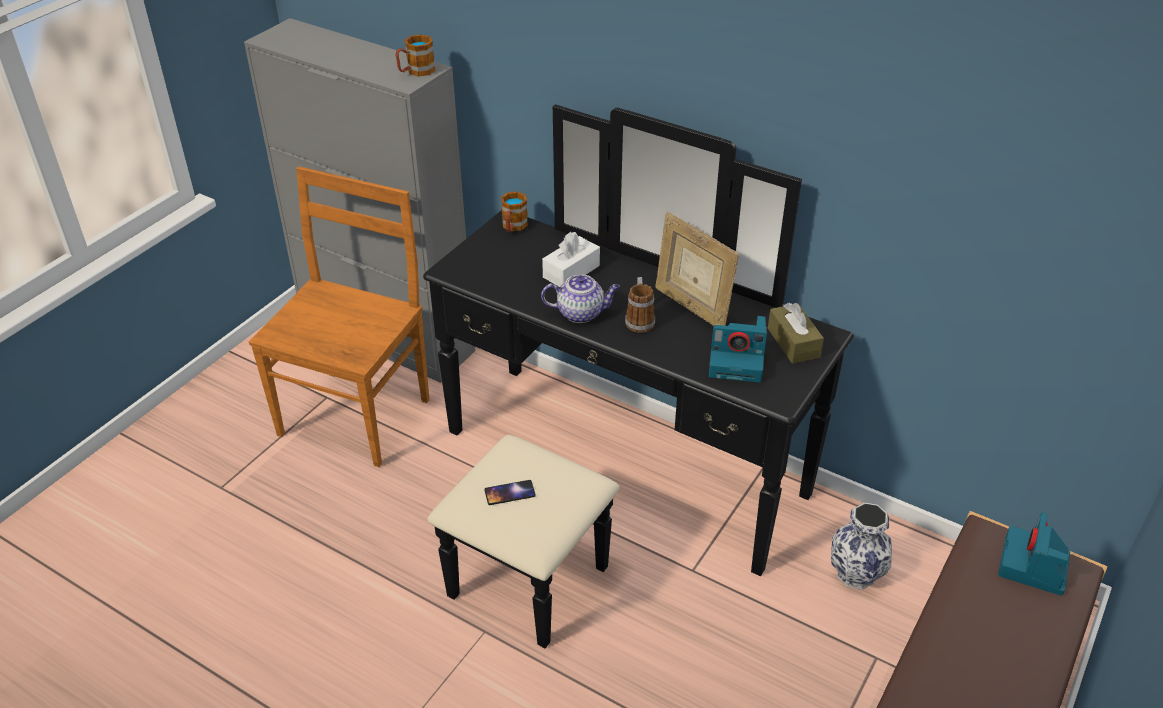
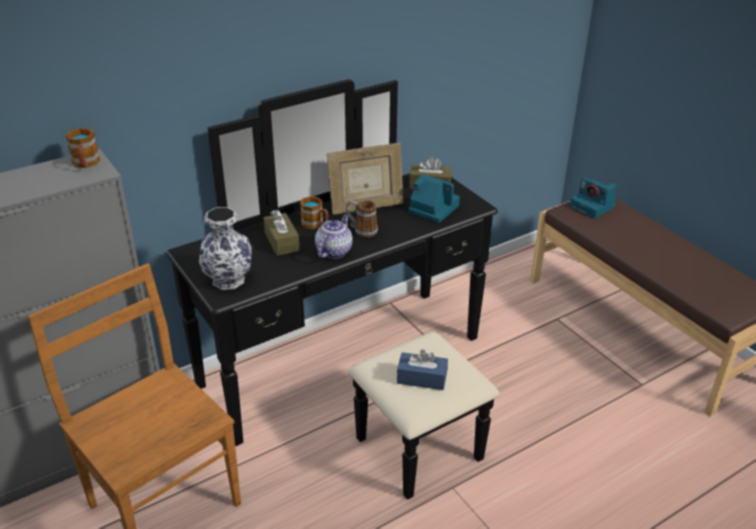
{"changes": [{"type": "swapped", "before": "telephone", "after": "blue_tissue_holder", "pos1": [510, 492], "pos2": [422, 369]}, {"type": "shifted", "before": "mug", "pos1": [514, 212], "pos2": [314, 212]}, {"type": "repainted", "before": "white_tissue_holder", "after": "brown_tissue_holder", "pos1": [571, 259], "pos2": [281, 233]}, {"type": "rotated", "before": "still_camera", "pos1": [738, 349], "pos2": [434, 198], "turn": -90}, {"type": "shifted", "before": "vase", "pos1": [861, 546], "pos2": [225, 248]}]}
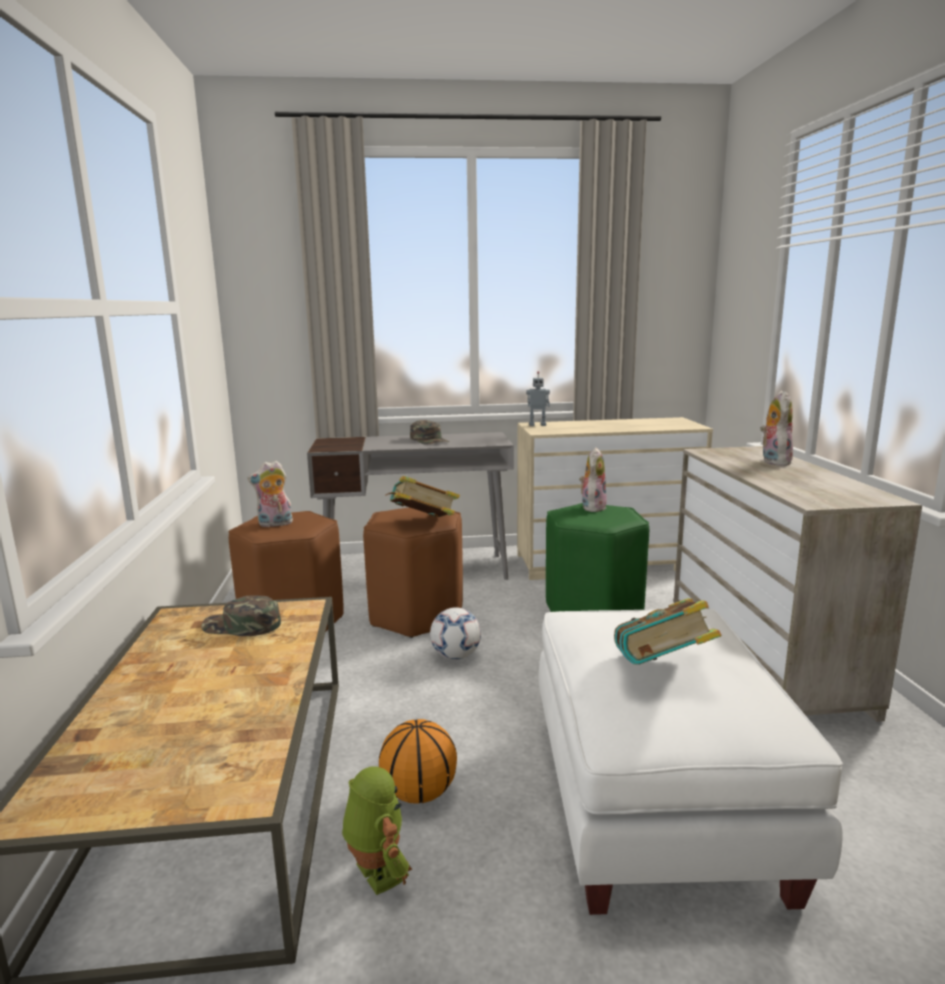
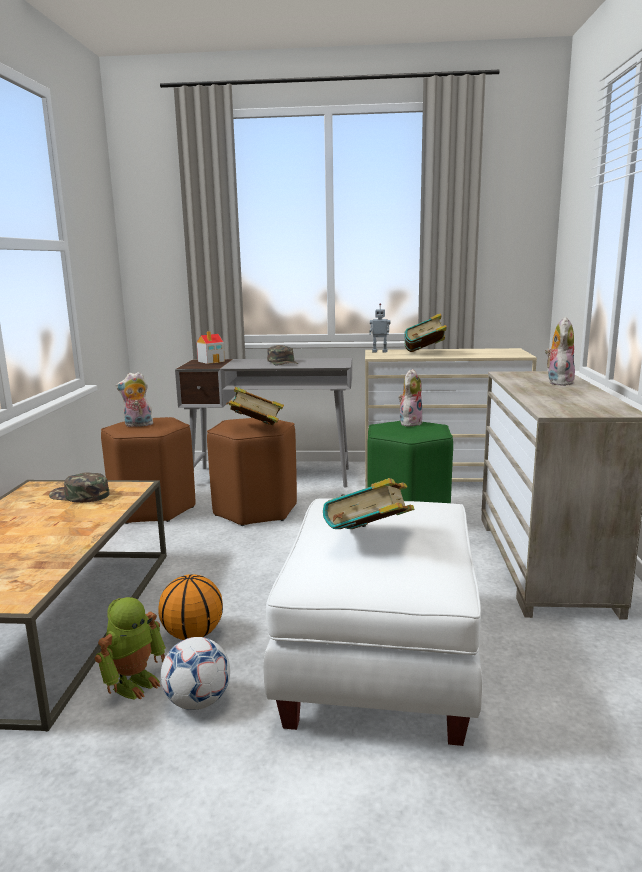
{"changes": [{"type": "rotated", "before": "toy_robot", "pos1": [377, 831], "pos2": [130, 648], "turn": 60}, {"type": "shifted", "before": "ball_for_football", "pos1": [455, 634], "pos2": [195, 673]}, {"type": "new", "after": "model_house", "pos2": [211, 347]}, {"type": "new", "after": "book", "pos2": [425, 332]}]}
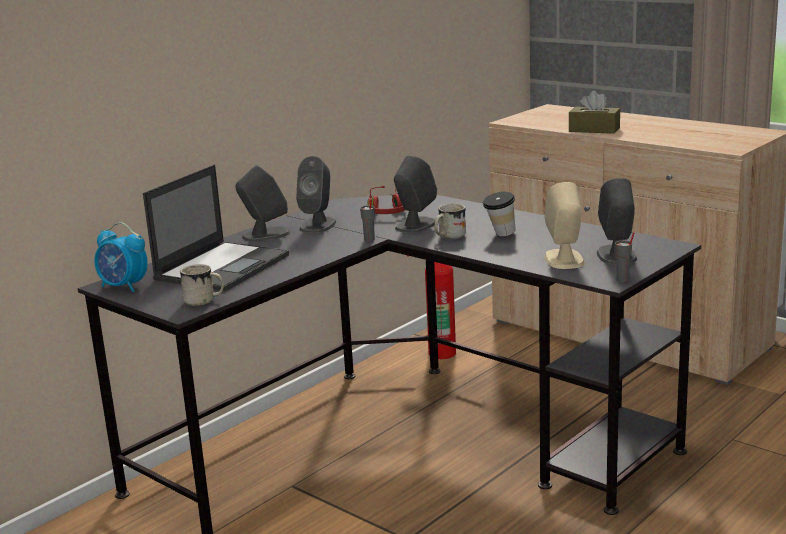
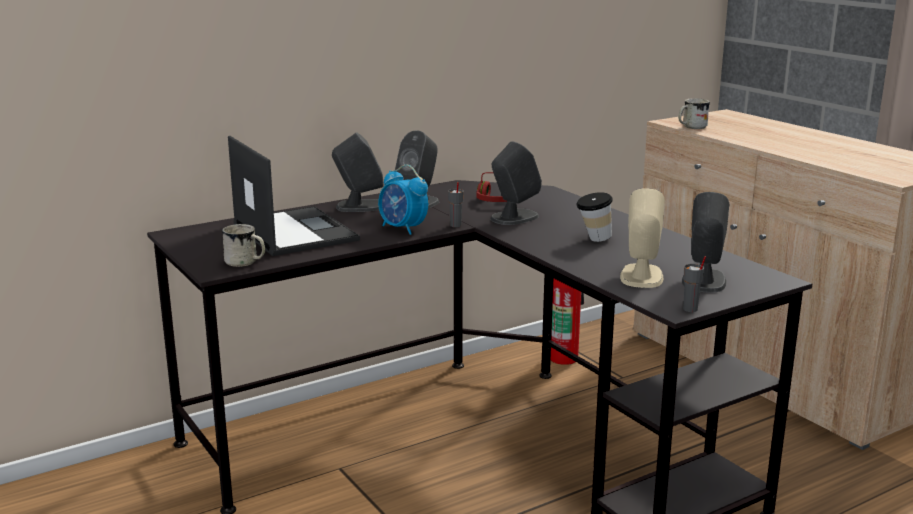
{"changes": [{"type": "shifted", "before": "bedside_clock", "pos1": [121, 257], "pos2": [403, 200]}, {"type": "rotated", "before": "laptop", "pos1": [216, 228], "pos2": [294, 196], "turn": -75}, {"type": "shifted", "before": "white_mug", "pos1": [450, 222], "pos2": [694, 113]}, {"type": "gone", "before": "brown_tissue_holder", "pos1": [594, 112]}]}
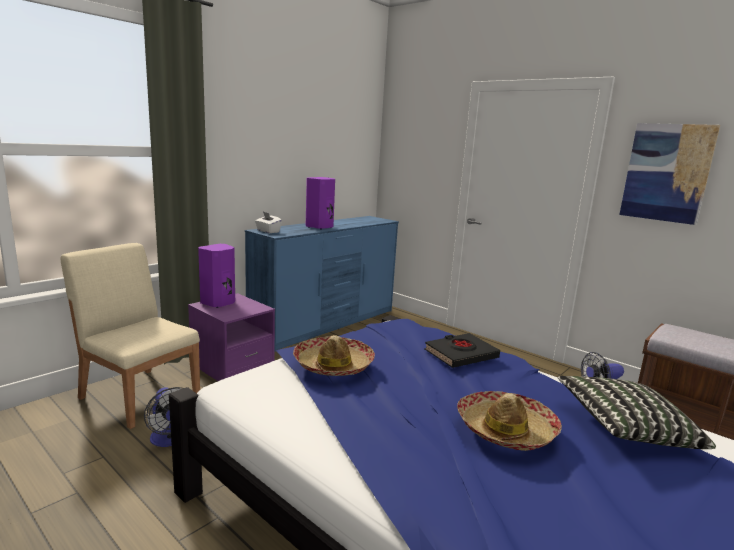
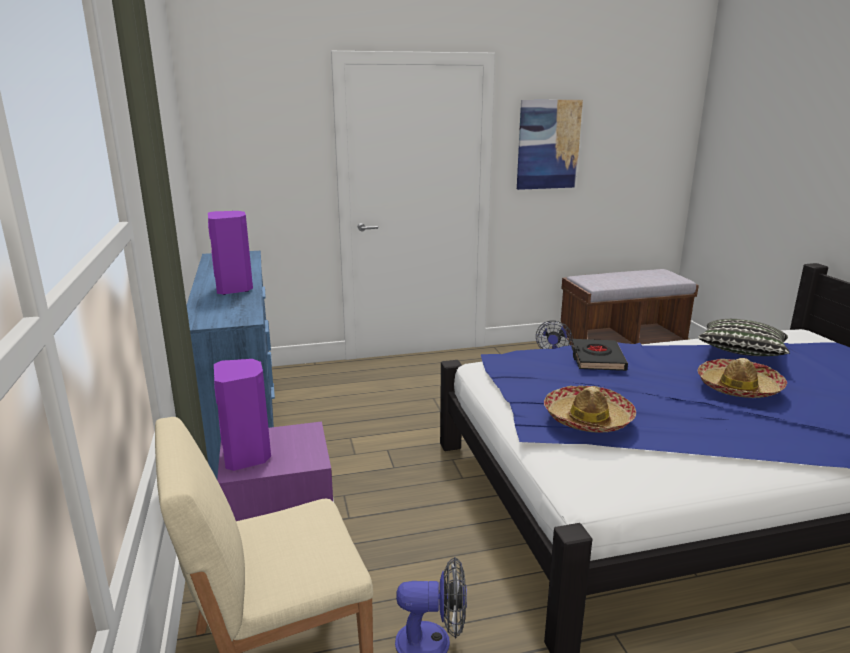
{"changes": [{"type": "gone", "before": "white_tissue_holder", "pos1": [268, 222]}]}
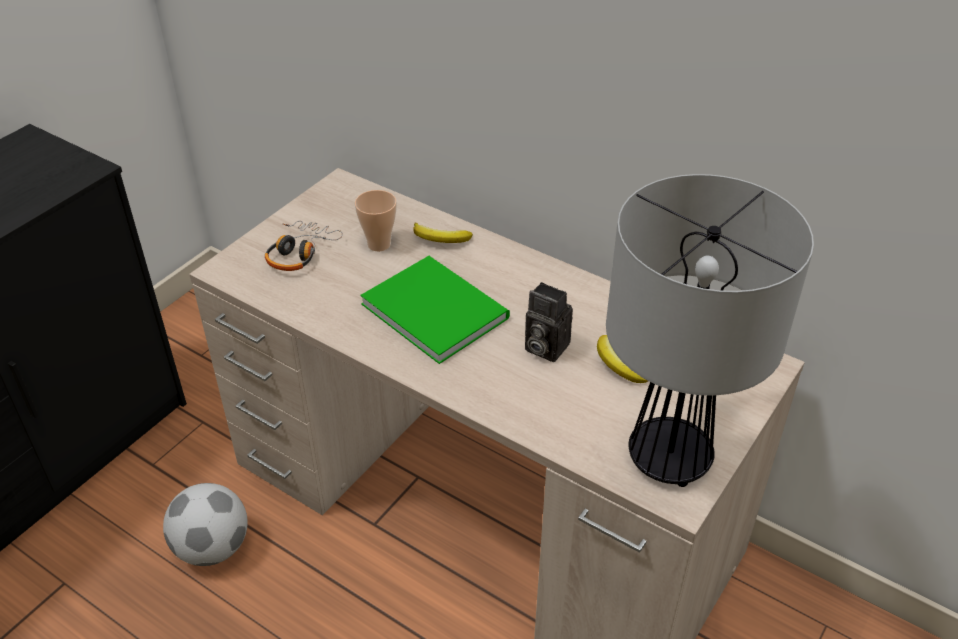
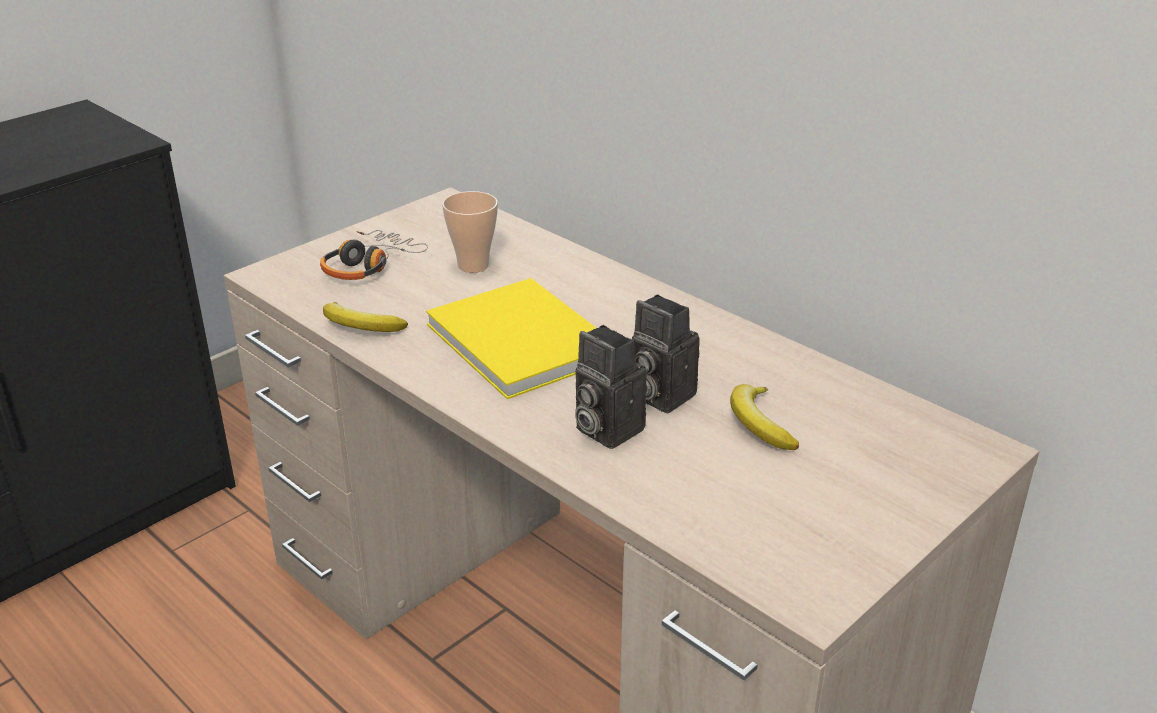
{"changes": [{"type": "gone", "before": "ball_for_football", "pos1": [205, 524]}, {"type": "repainted", "before": "greenish_book", "after": "yellow_book", "pos1": [435, 310], "pos2": [511, 338]}, {"type": "shifted", "before": "banana", "pos1": [443, 233], "pos2": [365, 317]}, {"type": "gone", "before": "table_lamp", "pos1": [710, 330]}, {"type": "new", "after": "still_camera", "pos2": [611, 387]}]}
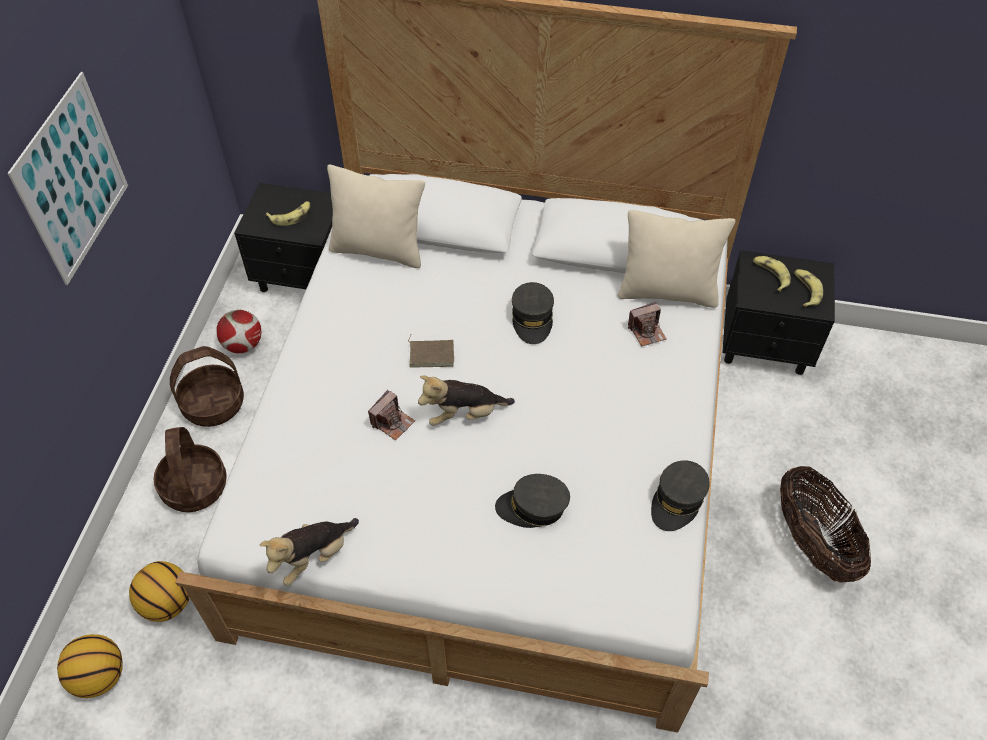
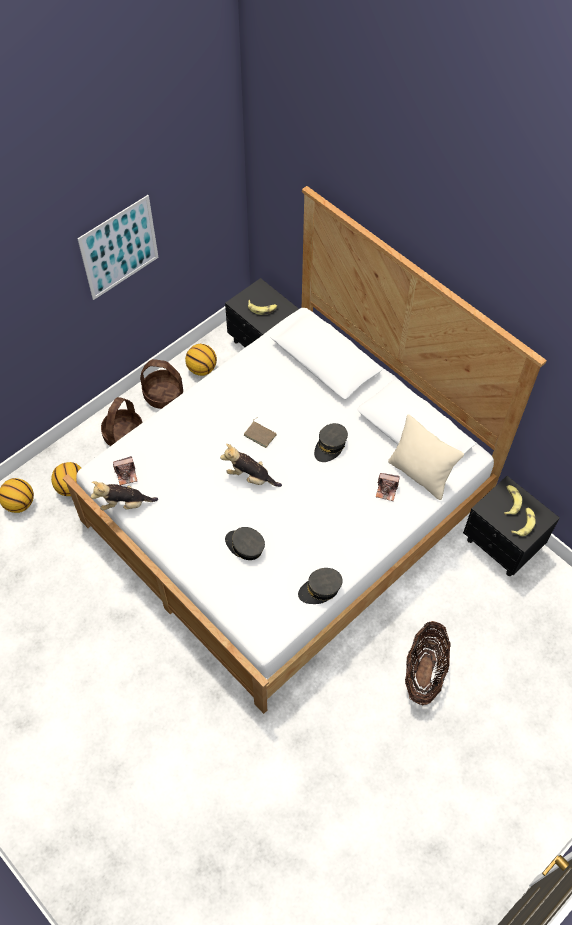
{"changes": [{"type": "swapped", "before": "ball_for_football", "after": "ball_for_basketball", "pos1": [238, 331], "pos2": [201, 360]}, {"type": "gone", "before": "beige_pillow", "pos1": [376, 216]}, {"type": "shifted", "before": "still_camera", "pos1": [391, 415], "pos2": [125, 470]}]}
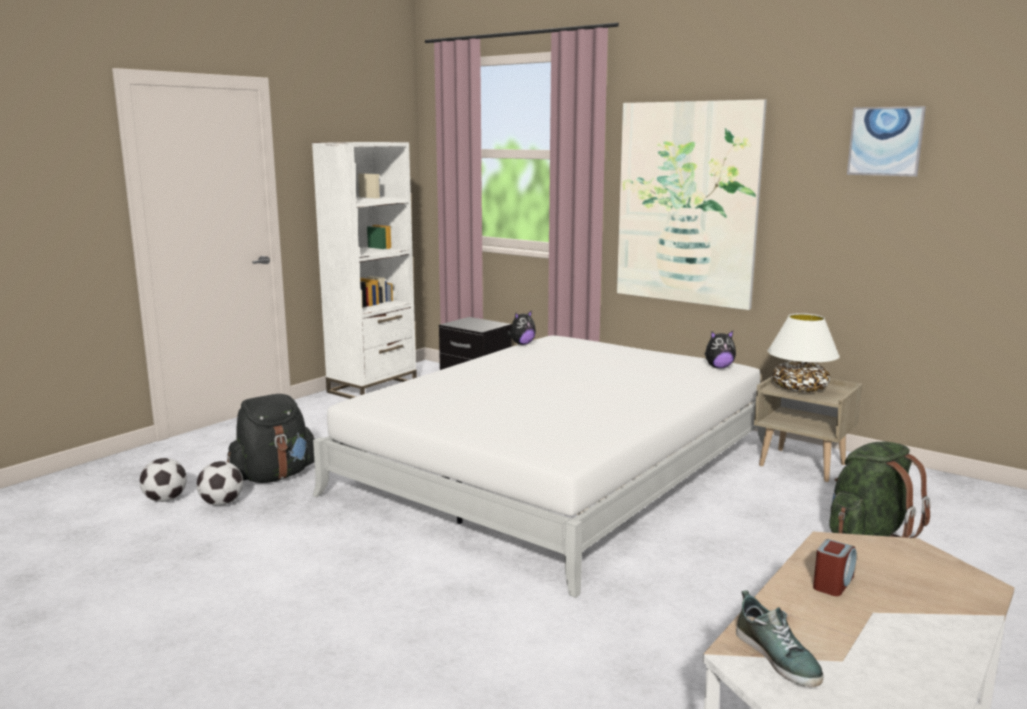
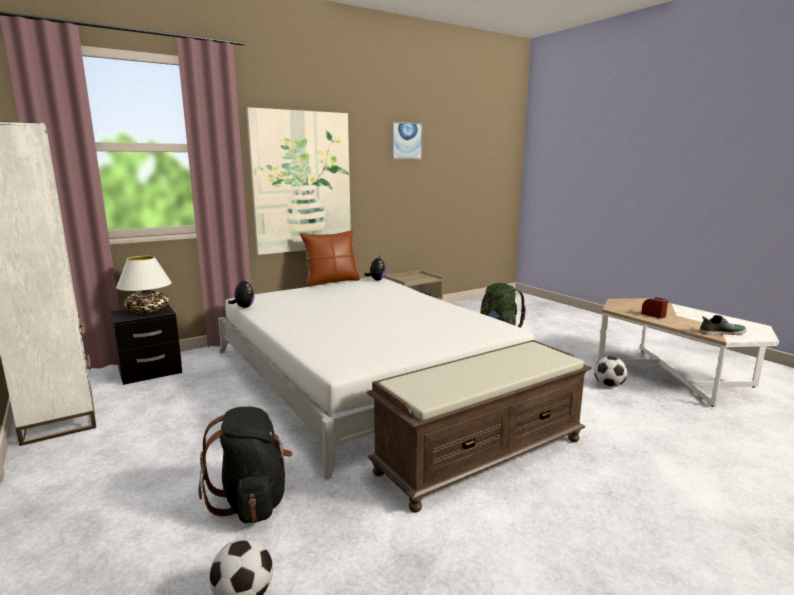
{"changes": [{"type": "shifted", "before": "ball_for_football", "pos1": [220, 483], "pos2": [611, 371]}, {"type": "shifted", "before": "white_table_lamp", "pos1": [804, 352], "pos2": [144, 284]}, {"type": "new", "after": "brown_pillow", "pos2": [330, 258]}, {"type": "new", "after": "brown_long_seat", "pos2": [479, 426]}]}
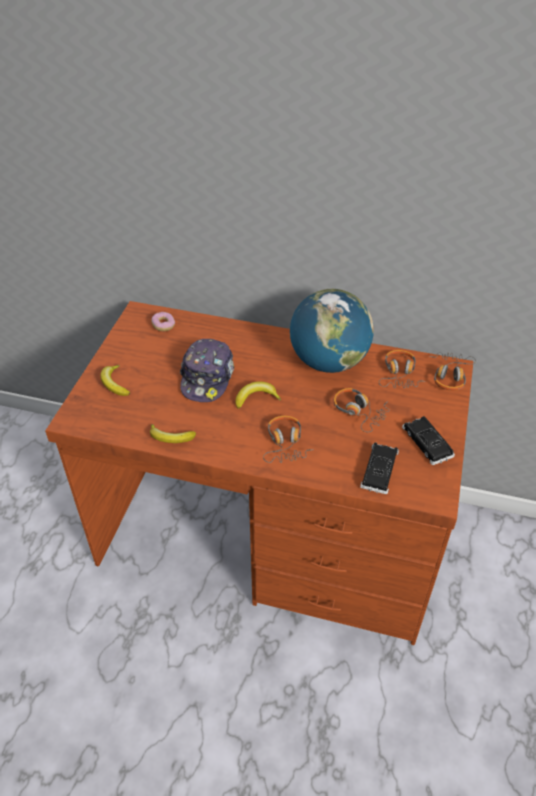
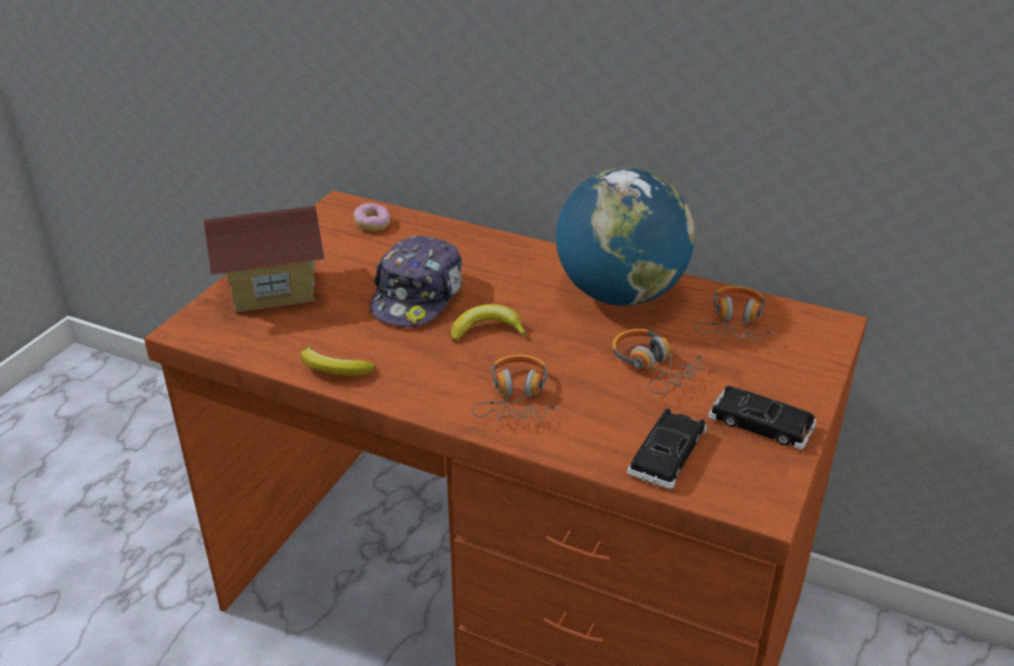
{"changes": [{"type": "swapped", "before": "banana", "after": "model_house", "pos1": [115, 380], "pos2": [264, 259]}, {"type": "rotated", "before": "black-coloured_model_car", "pos1": [428, 440], "pos2": [762, 417], "turn": 135}, {"type": "gone", "before": "headset", "pos1": [453, 371]}]}
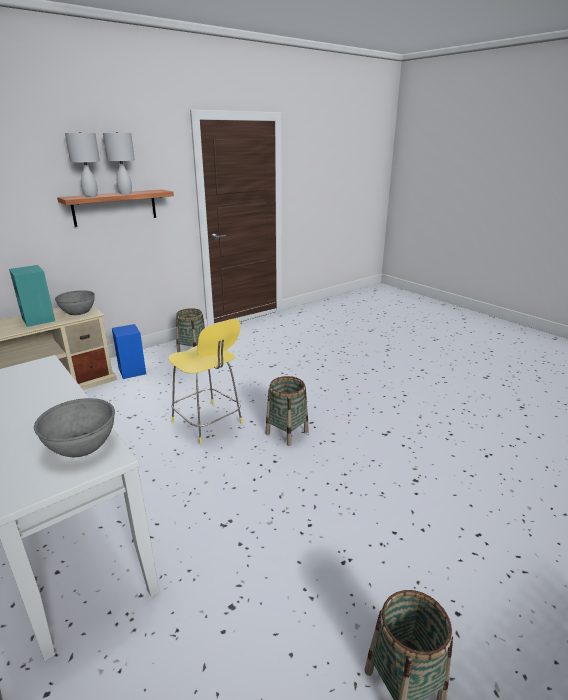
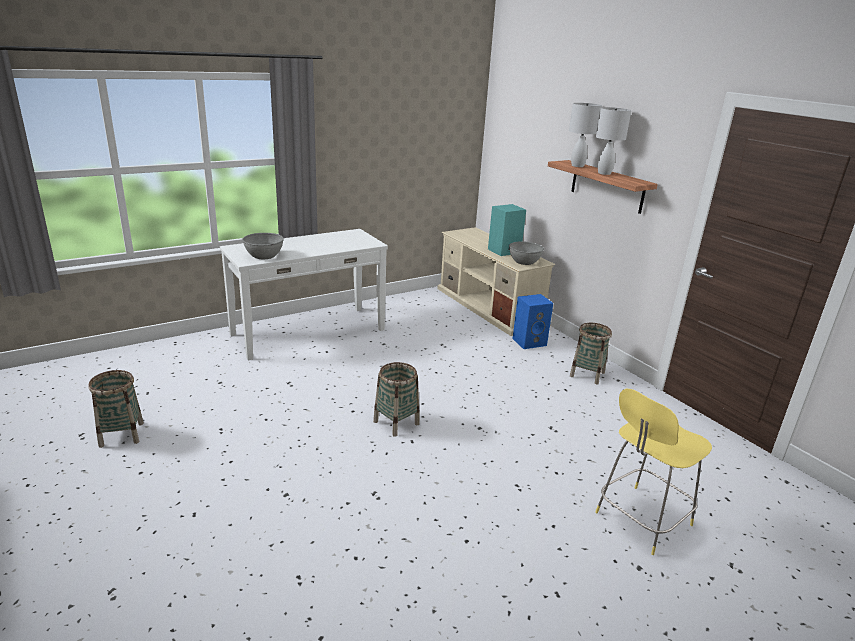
{"changes": [{"type": "shifted", "before": "yellow_stool_seat", "pos1": [205, 381], "pos2": [653, 472]}]}
